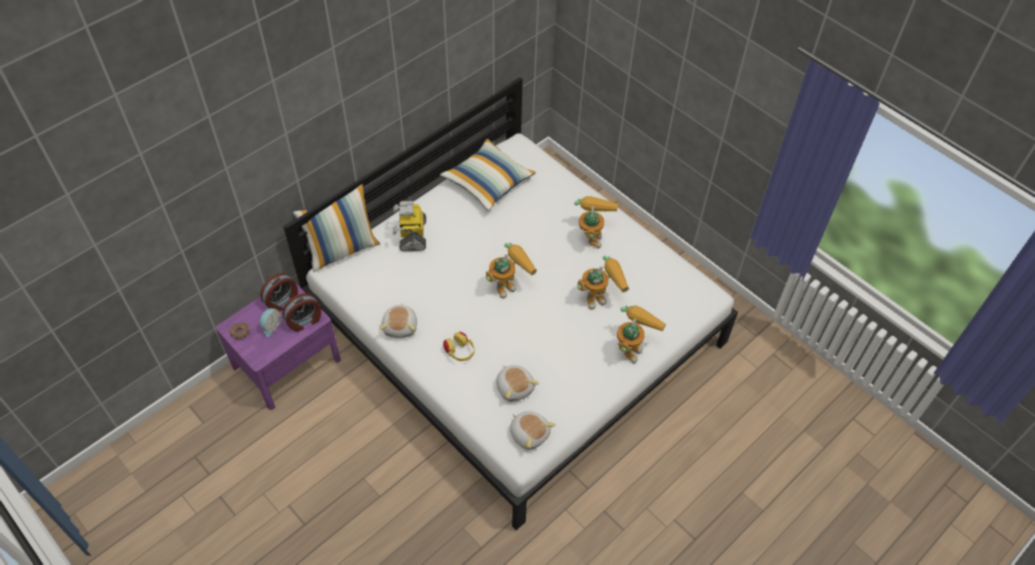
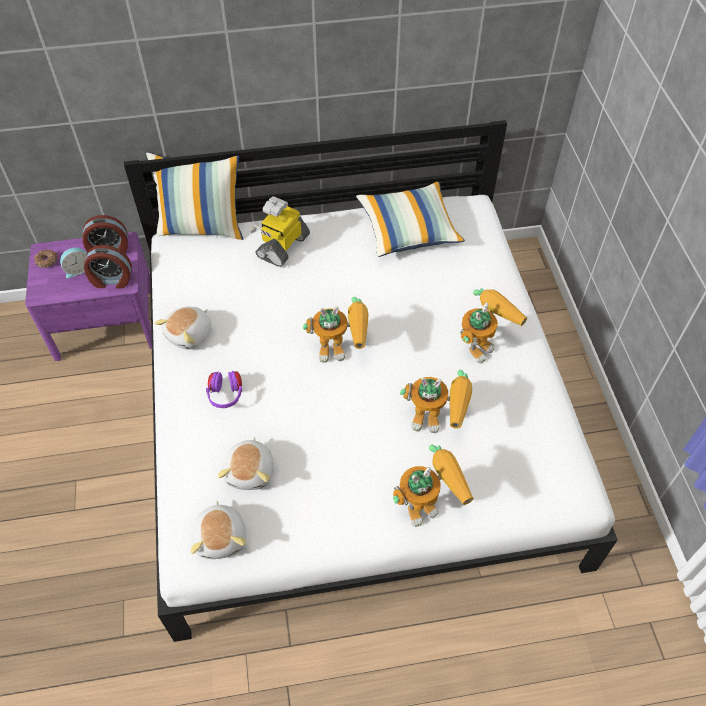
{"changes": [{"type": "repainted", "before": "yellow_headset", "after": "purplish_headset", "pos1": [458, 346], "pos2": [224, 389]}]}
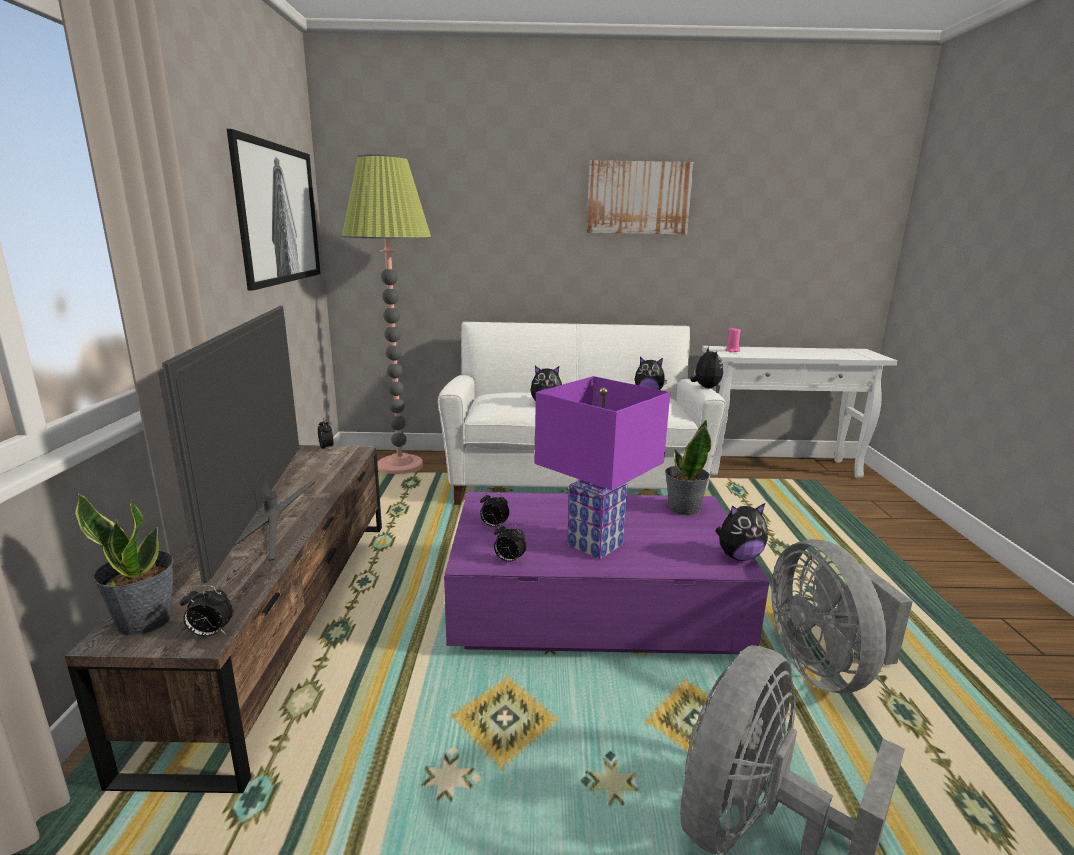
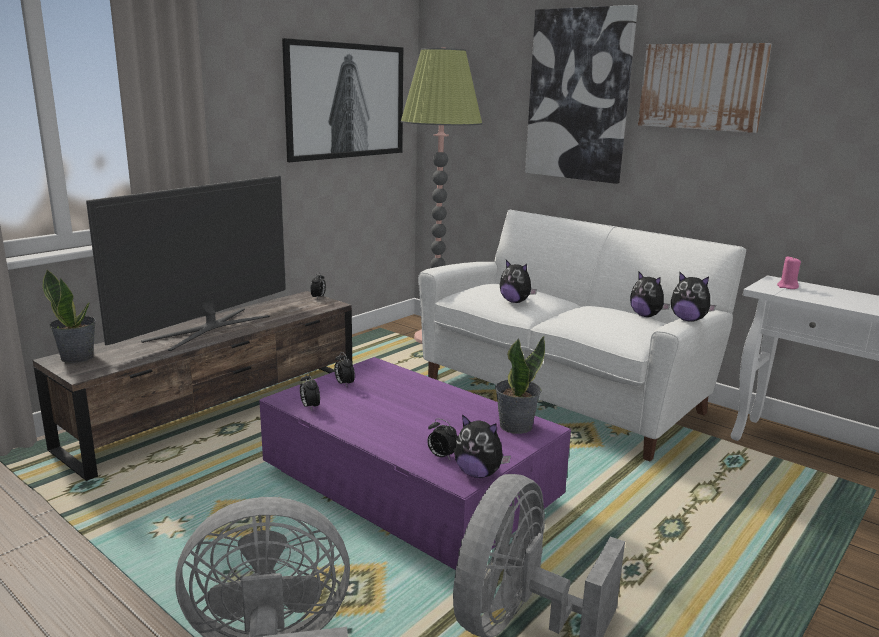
{"changes": [{"type": "shifted", "before": "bedside_clock", "pos1": [206, 611], "pos2": [442, 439]}, {"type": "gone", "before": "purplish_table_lamp", "pos1": [602, 467]}, {"type": "rotated", "before": "soft_toy", "pos1": [706, 367], "pos2": [693, 297], "turn": 90}, {"type": "new", "after": "wall_art", "pos2": [581, 94]}]}
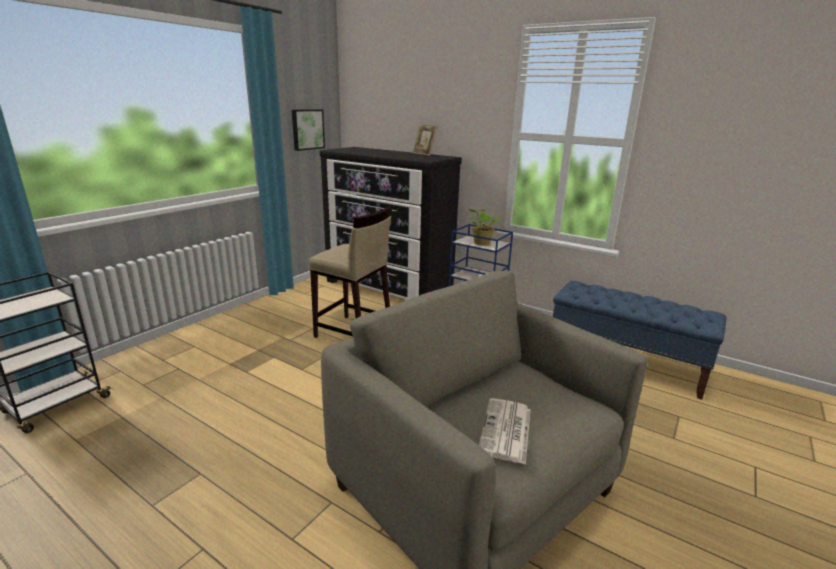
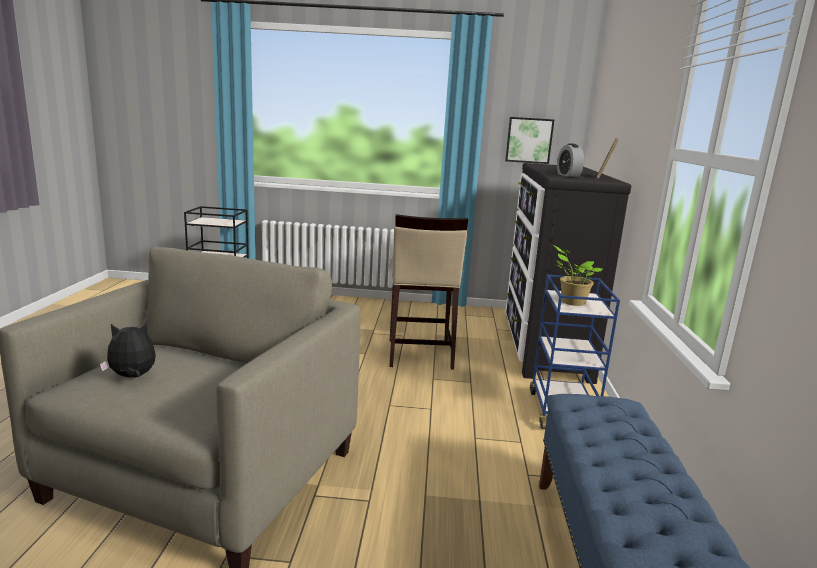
{"changes": [{"type": "swapped", "before": "daily_paper", "after": "soft_toy", "pos1": [505, 431], "pos2": [128, 350]}, {"type": "new", "after": "bedside_clock", "pos2": [570, 160]}]}
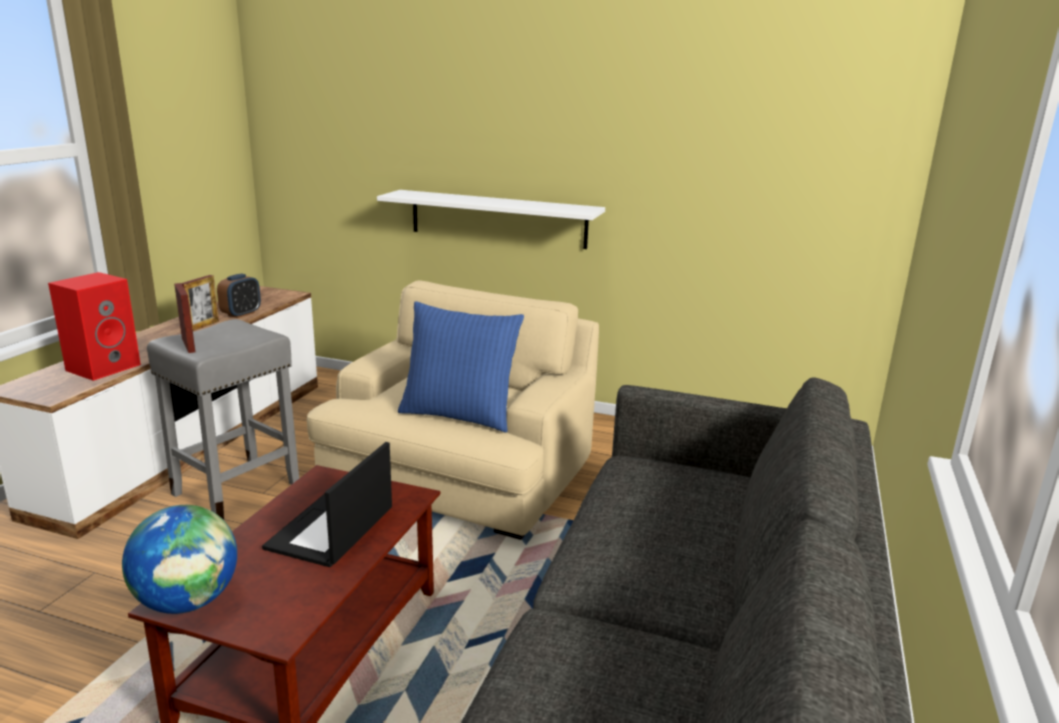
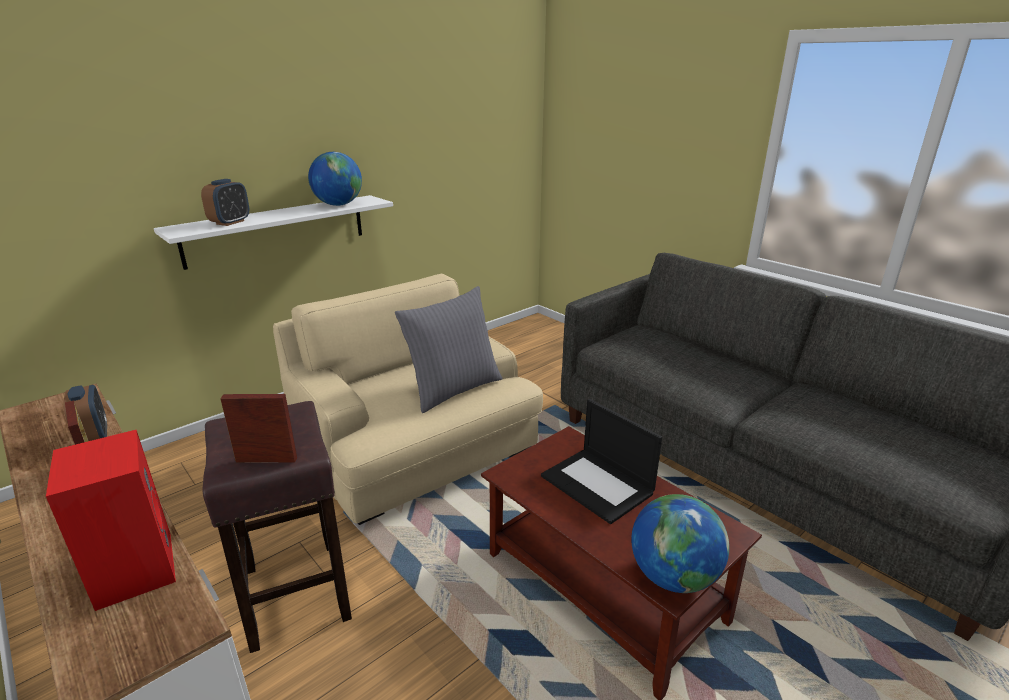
{"changes": [{"type": "repainted", "before": "grey_stool_seat", "after": "brown_stool_seat", "pos1": [223, 419], "pos2": [277, 527]}, {"type": "repainted", "before": "blue_pillow", "after": "grey_pillow", "pos1": [461, 366], "pos2": [449, 349]}, {"type": "new", "after": "bedside_clock", "pos2": [225, 202]}, {"type": "new", "after": "world_globe", "pos2": [335, 179]}]}
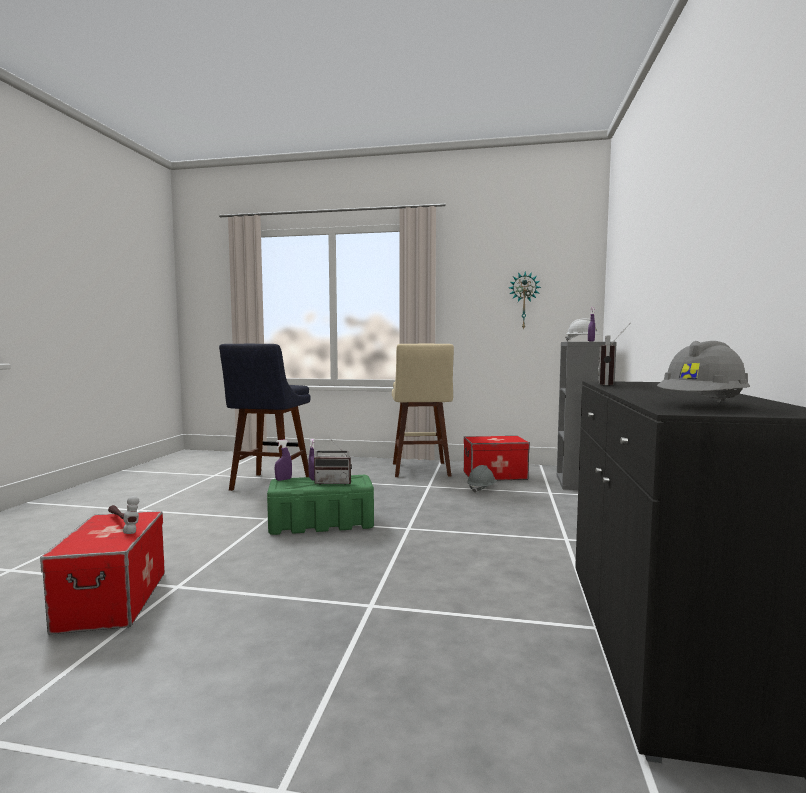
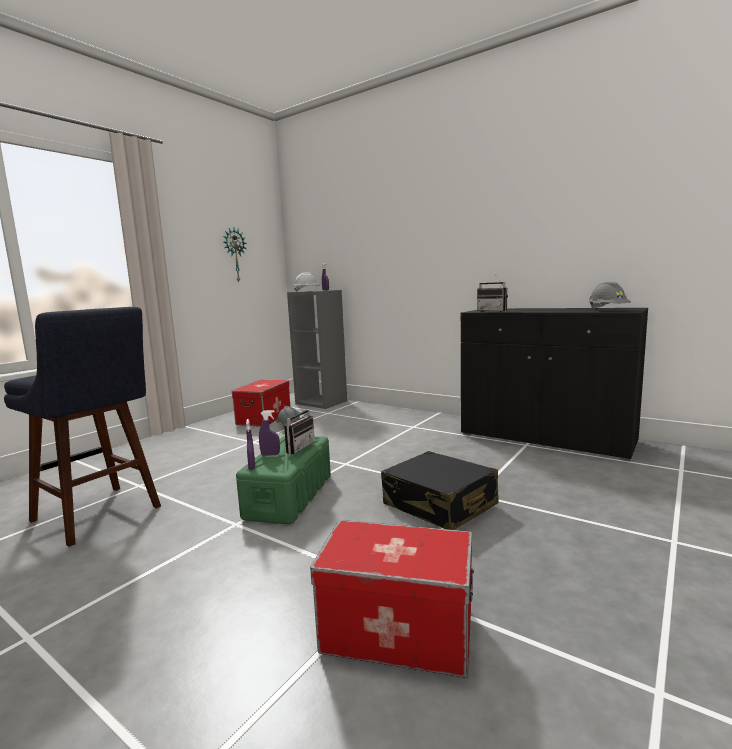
{"changes": [{"type": "gone", "before": "hand_hammer", "pos1": [123, 515]}, {"type": "gone", "before": "beige_stool_seat", "pos1": [423, 410]}, {"type": "new", "after": "black-coloured_travel_case", "pos2": [440, 490]}]}
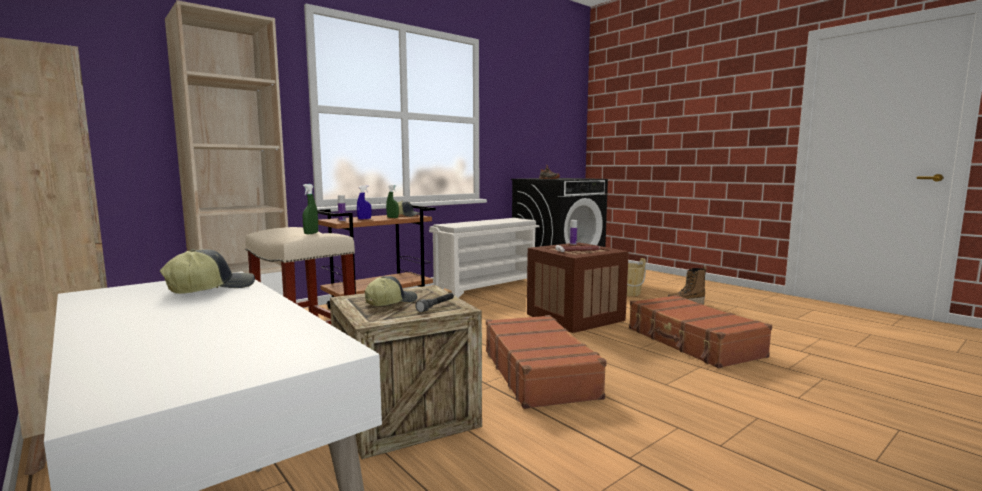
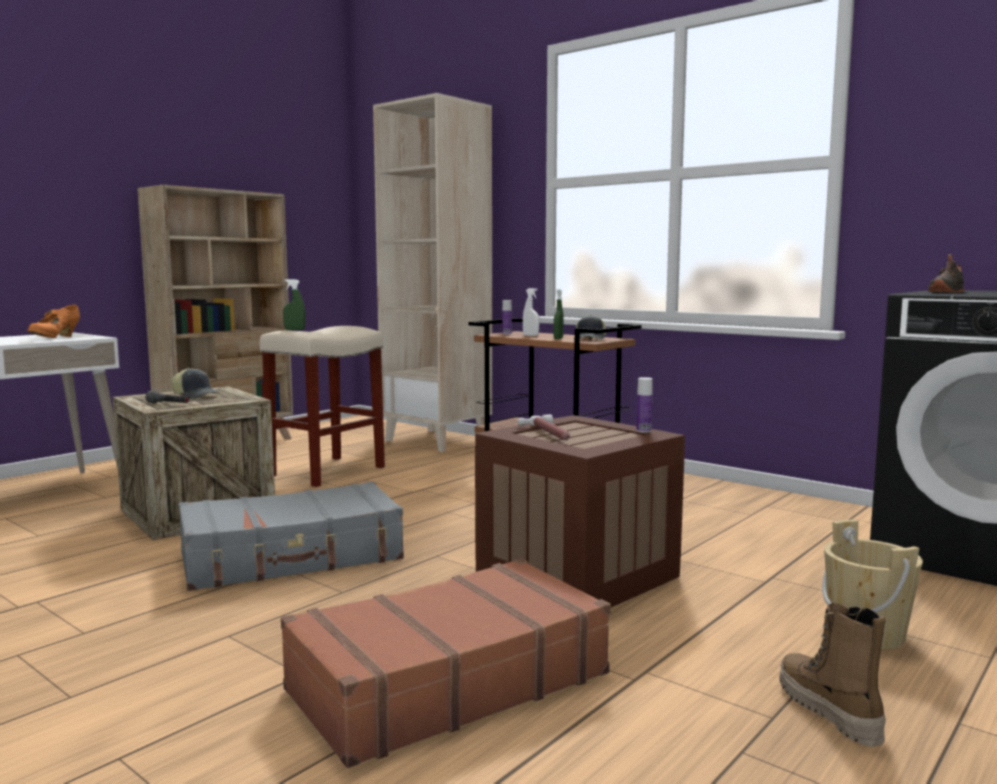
{"changes": [{"type": "swapped", "before": "baseball_cap", "after": "orangey_low_shoe", "pos1": [207, 271], "pos2": [53, 321]}, {"type": "repainted", "before": "blue_sprayer", "after": "white_sprayer", "pos1": [364, 202], "pos2": [531, 312]}, {"type": "gone", "before": "white_shoe_rack", "pos1": [484, 258]}, {"type": "repainted", "before": "brown_travel_case", "after": "grey_travel_case", "pos1": [546, 362], "pos2": [291, 536]}]}
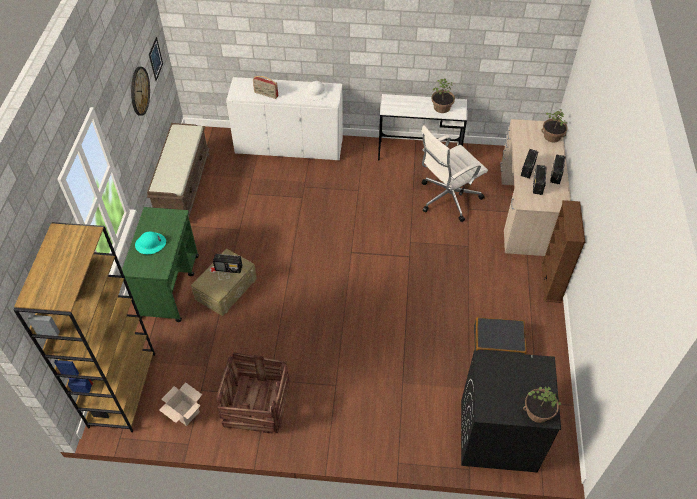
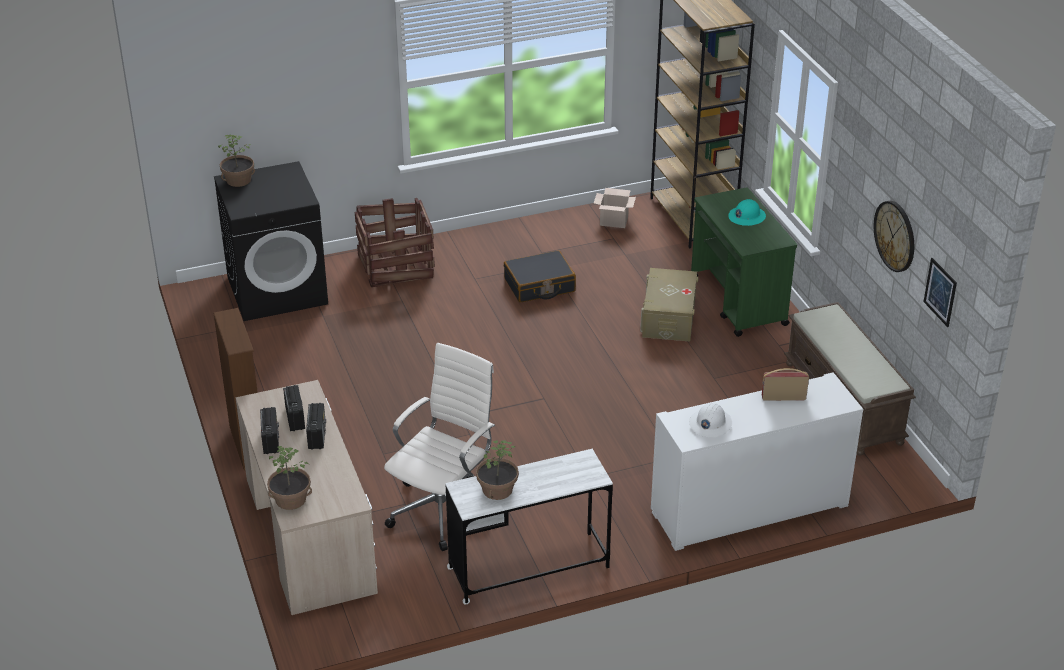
{"changes": [{"type": "gone", "before": "radio_set", "pos1": [227, 263]}, {"type": "shifted", "before": "shipping_crate", "pos1": [253, 393], "pos2": [395, 242]}, {"type": "shifted", "before": "black-coloured_travel_case", "pos1": [500, 335], "pos2": [540, 276]}]}
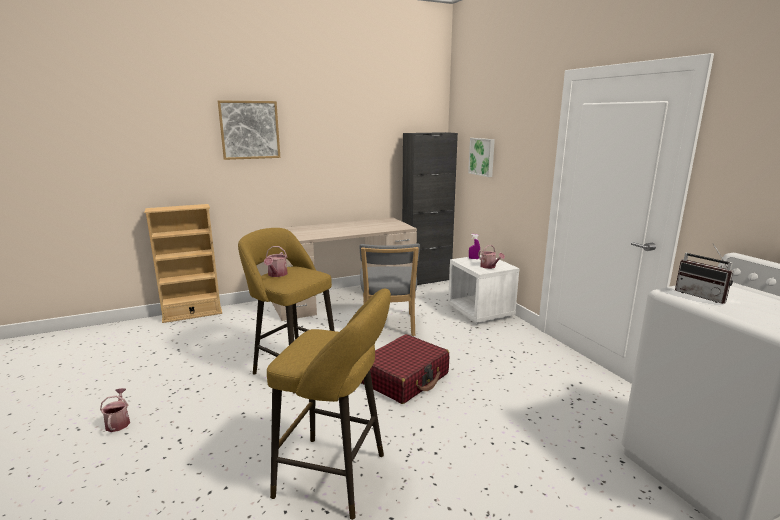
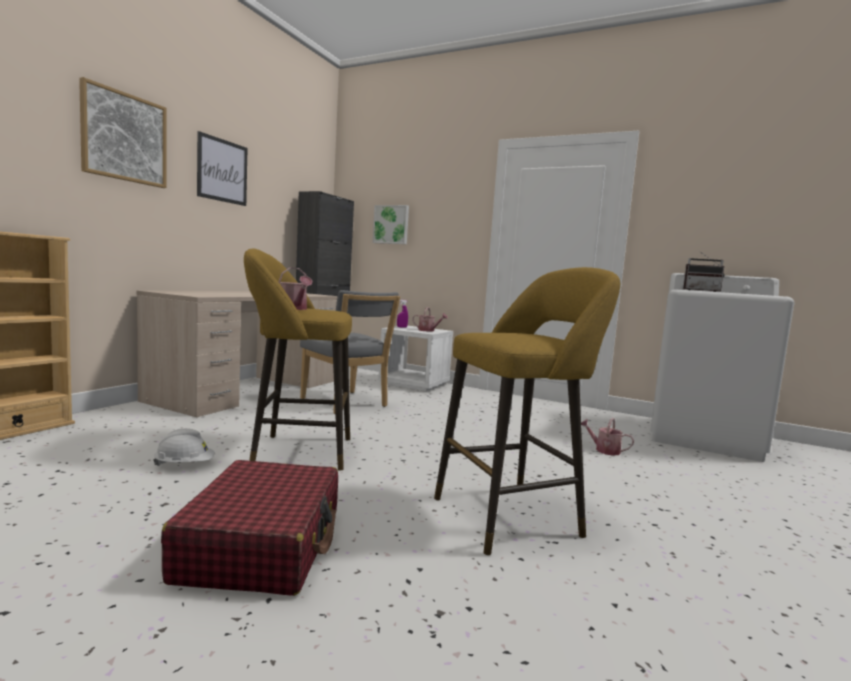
{"changes": [{"type": "shifted", "before": "watering_can", "pos1": [115, 410], "pos2": [607, 437]}, {"type": "shifted", "before": "red-coloured_travel_case", "pos1": [405, 369], "pos2": [249, 528]}, {"type": "new", "after": "white_hard_hat", "pos2": [184, 447]}, {"type": "new", "after": "wall_art", "pos2": [222, 168]}]}
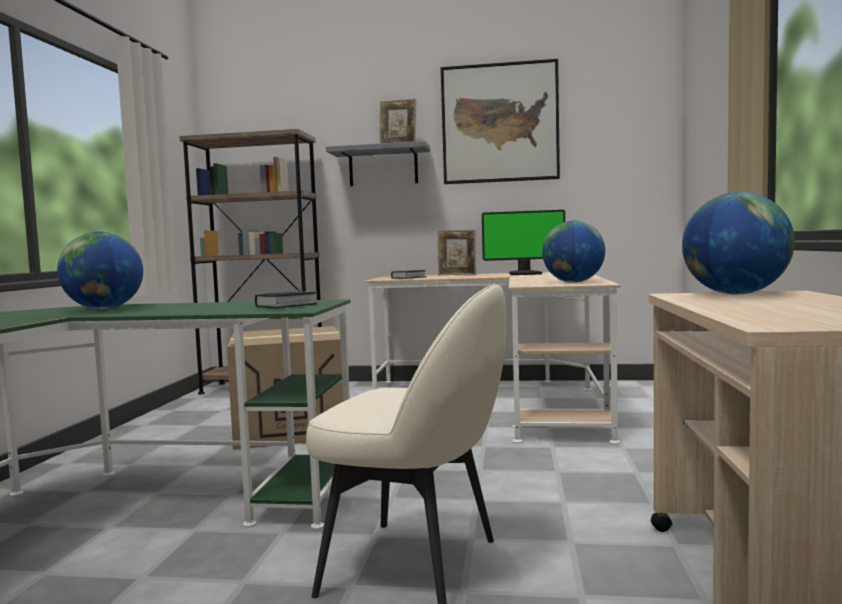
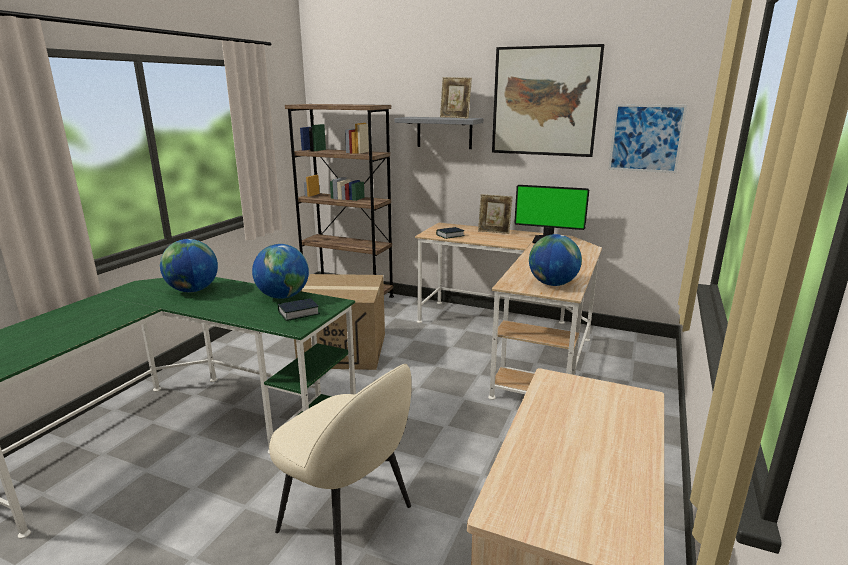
{"changes": [{"type": "shifted", "before": "world_globe", "pos1": [738, 243], "pos2": [280, 271]}, {"type": "new", "after": "wall_art", "pos2": [647, 138]}]}
